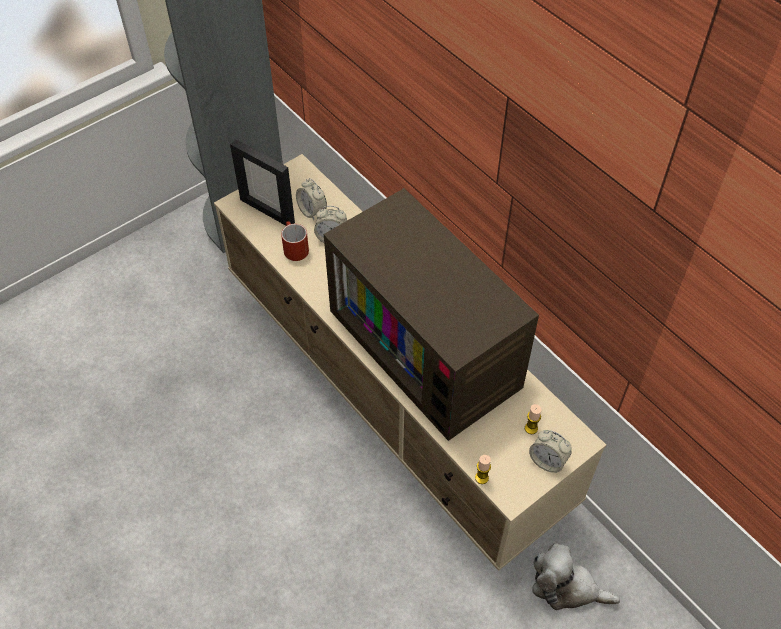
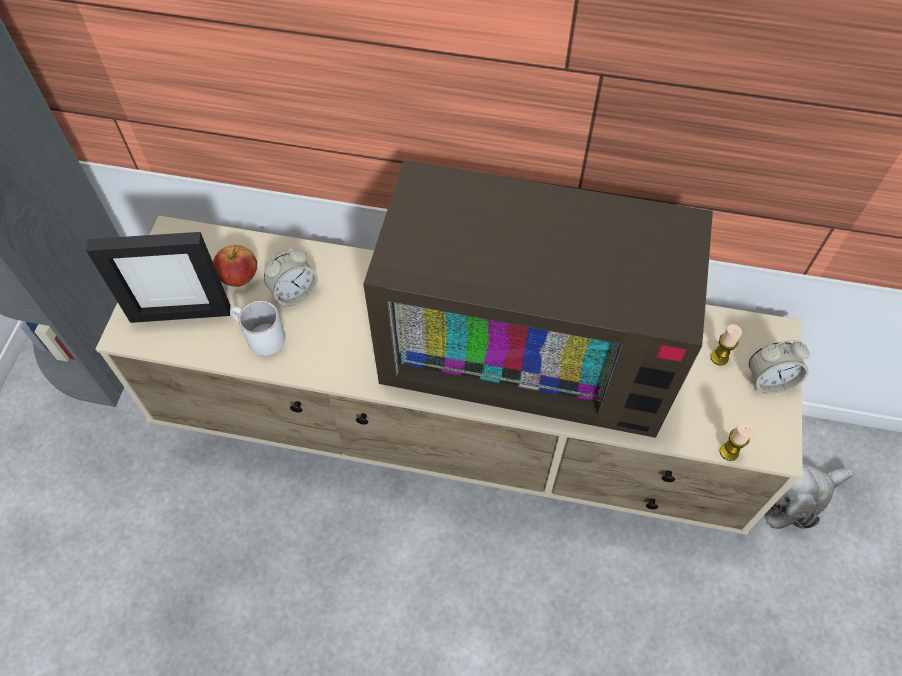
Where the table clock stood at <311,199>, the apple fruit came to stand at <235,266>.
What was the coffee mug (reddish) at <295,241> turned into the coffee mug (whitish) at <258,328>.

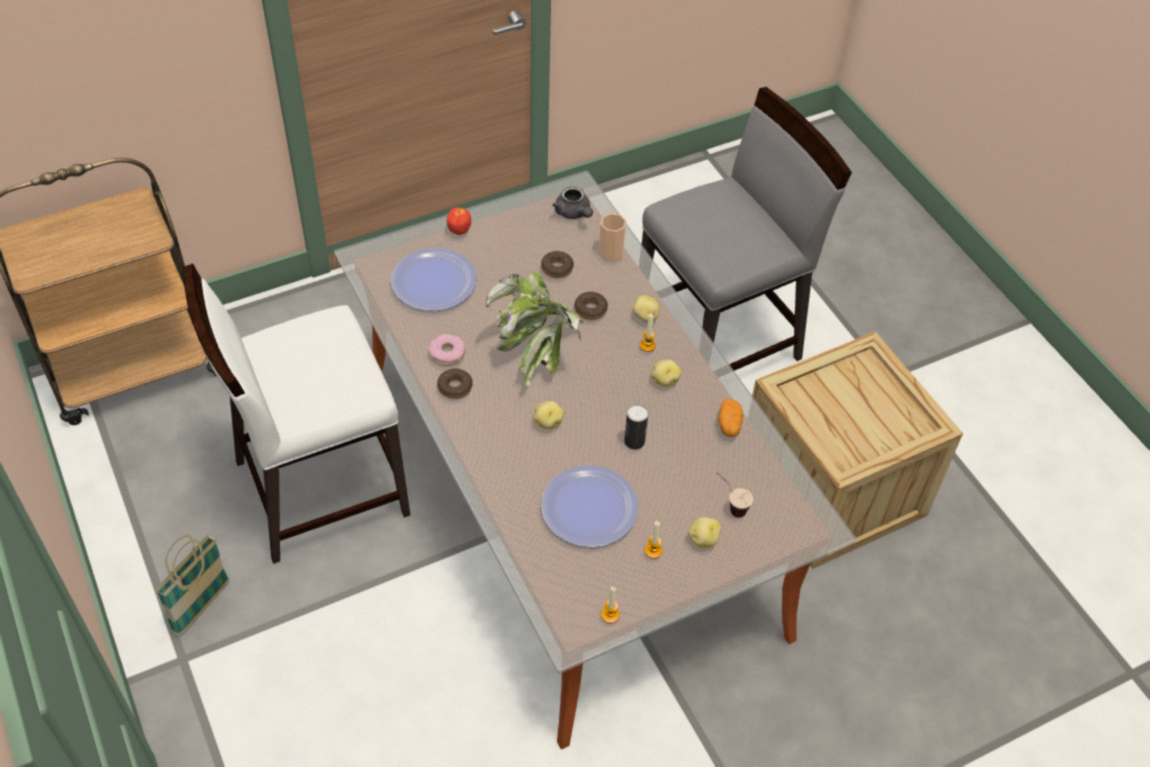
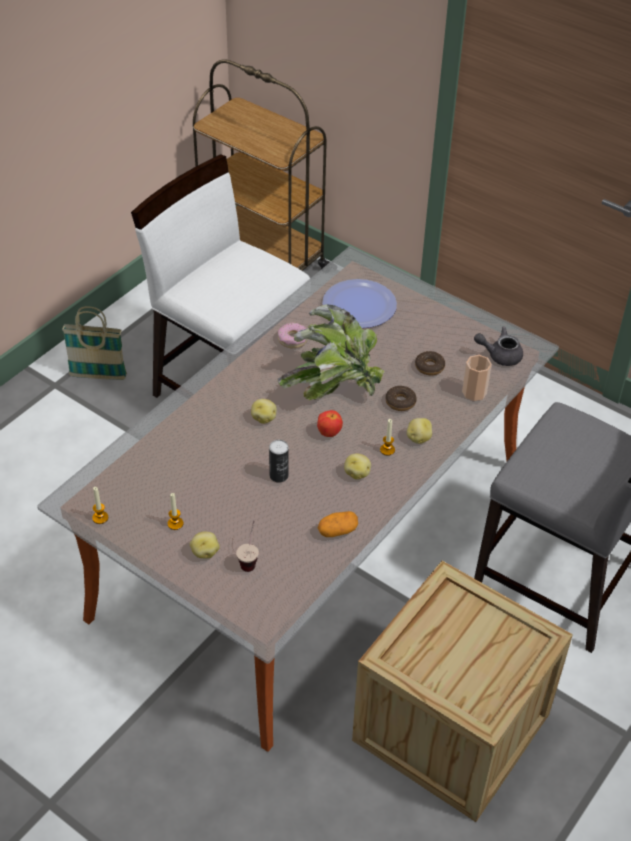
The apple fruit ended up elsewhere, having gone from <459,221> to <330,423>.
The tea pot (greyish) at <572,202> ended up facing another way, 60 degrees clockwise from before.
The second view lost the donut at <455,384>.
The second view lost the plate at <590,506>.

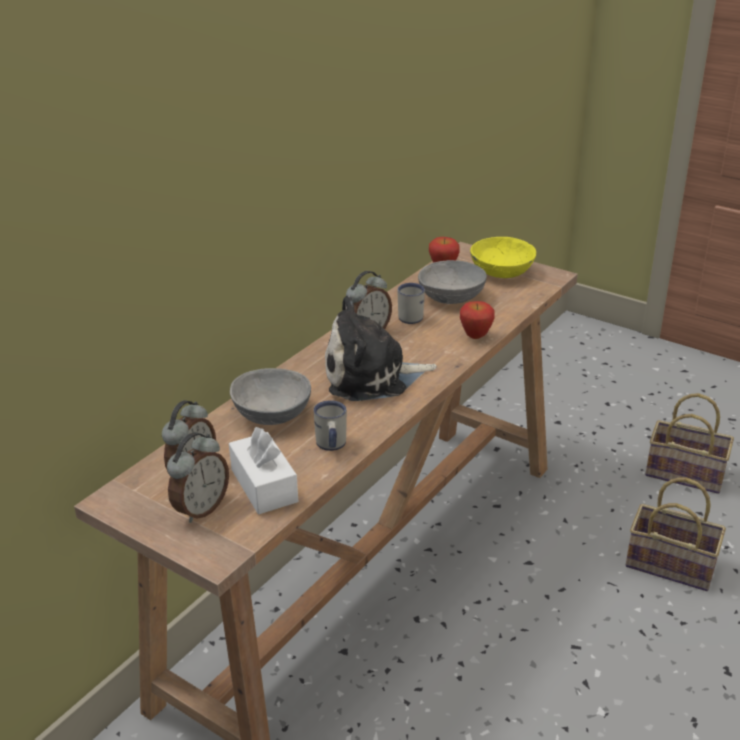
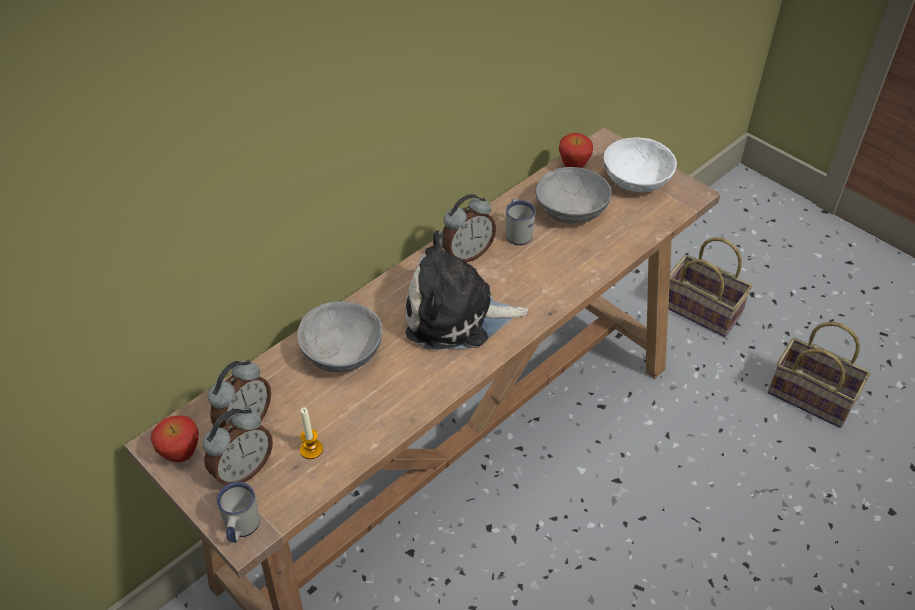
The apple fruit ended up elsewhere, having gone from <477,320> to <175,439>.
The coffee mug (whitish) ended up elsewhere, having gone from <330,425> to <238,512>.
Where the tissue box (whitish) stood at <263,470>, the wax candle came to stand at <311,433>.
What was the serving bowl (yellowish) at <503,257> turned into the serving bowl (whitish) at <640,165>.
The basket ended up elsewhere, having gone from <676,534> to <710,287>.

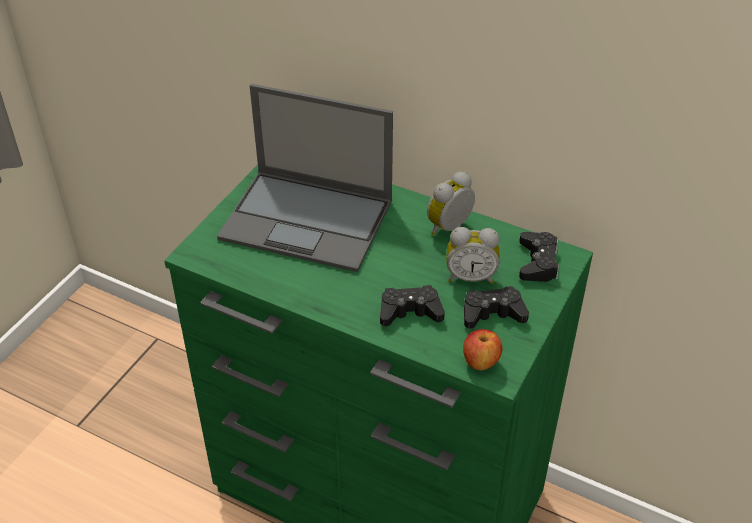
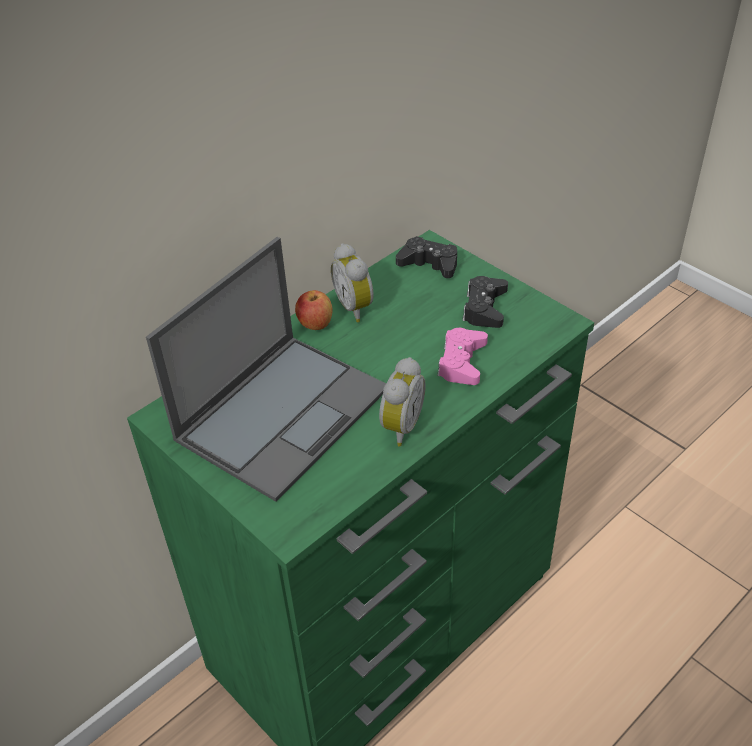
The apple fruit ended up elsewhere, having gone from <482,349> to <314,310>.
The table clock ended up elsewhere, having gone from <473,255> to <402,401>.
What was the gamepad (black) at <412,305> turned into the gamepad (pink-coloured) at <462,356>.

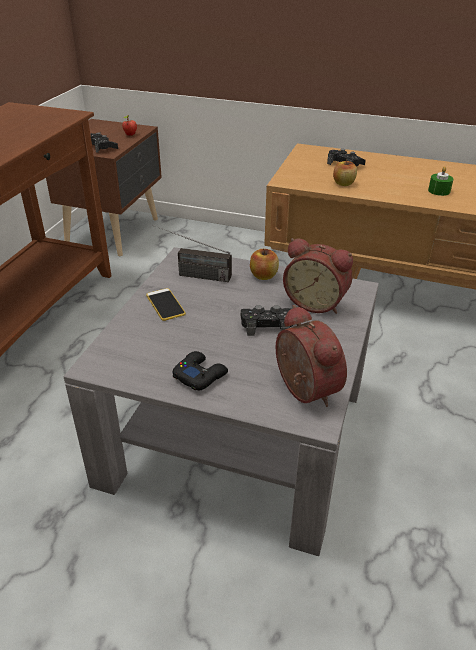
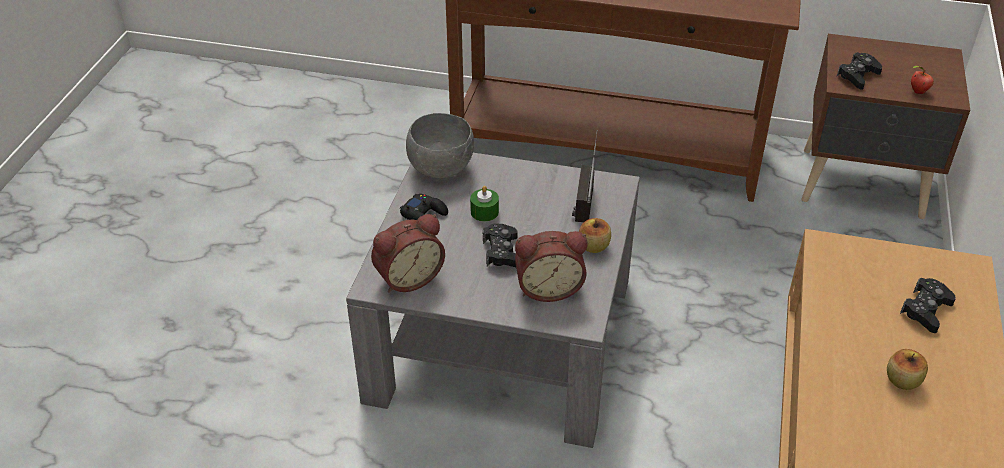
The second view gained the serving bowl (greyish) at <440,145>.
The wax candle (green) ended up elsewhere, having gone from <440,181> to <484,204>.
The table clock at <318,276> ended up facing another way, 120 degrees counterclockwise from before.
The apple fruit ended up elsewhere, having gone from <345,172> to <907,369>.
The second view lost the telephone at <166,304>.

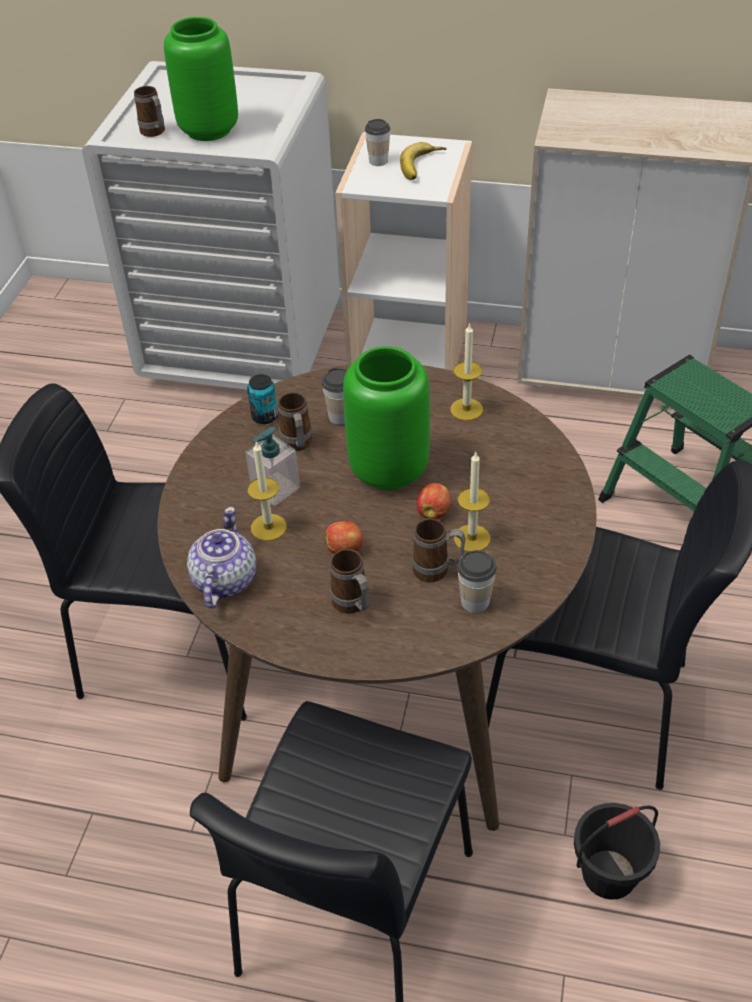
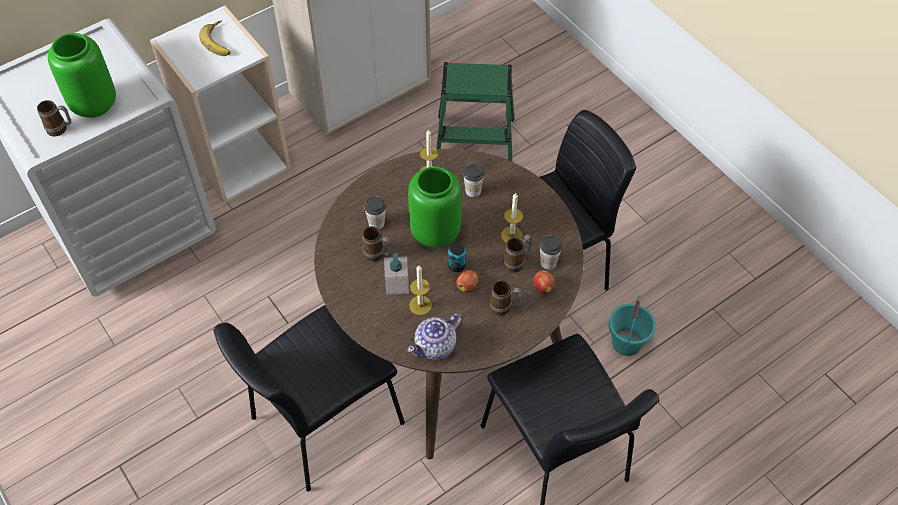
The tea pot at <222,558> ended up facing another way, 90 degrees counterclockwise from before.
The sealed can ended up elsewhere, having gone from <262,399> to <457,257>.
The small cup ended up elsewhere, having gone from <377,142> to <473,180>.
The apple fruit ended up elsewhere, having gone from <433,501> to <544,282>.
What was the water bucket (black) at <617,851> turned into the water bucket (blue-green) at <632,326>.

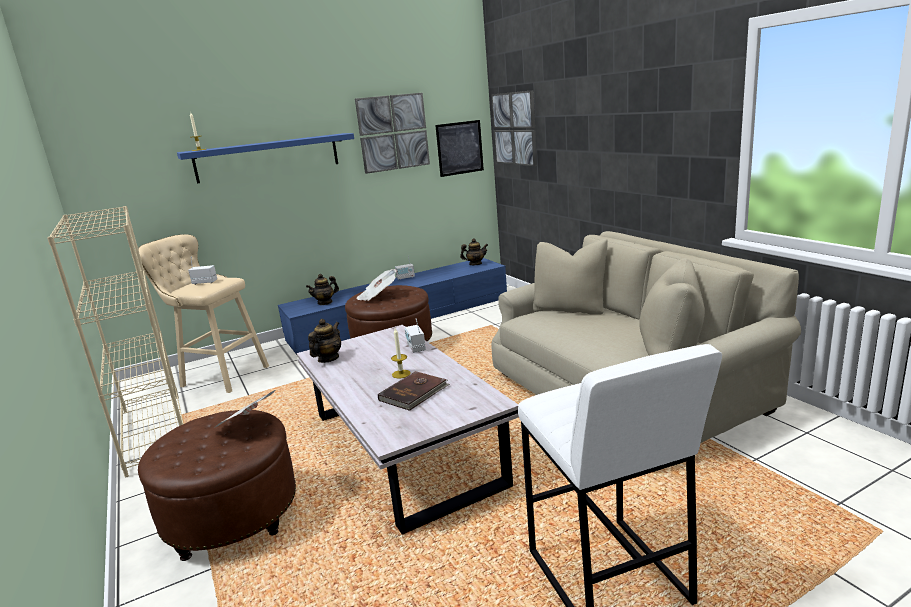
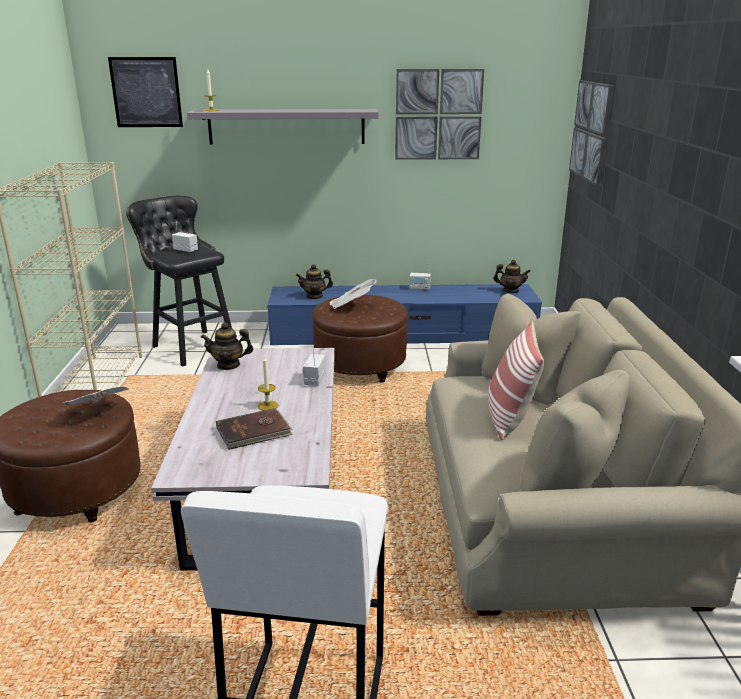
The wall art ended up elsewhere, having gone from <459,148> to <145,92>.
What was the sitting stool (beige-coloured) at <203,313> turned into the sitting stool (black) at <179,281>.
What was the wall shelf (blue-coloured) at <265,158> turned into the wall shelf (greyish) at <282,127>.
The tea pot at <324,341> ended up facing another way, 150 degrees counterclockwise from before.
The second view gained the throw pillow at <516,380>.

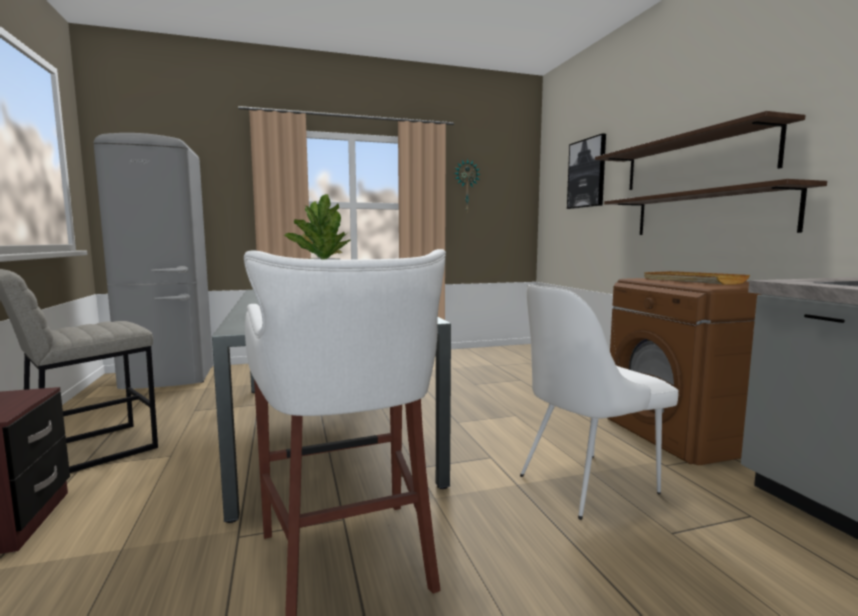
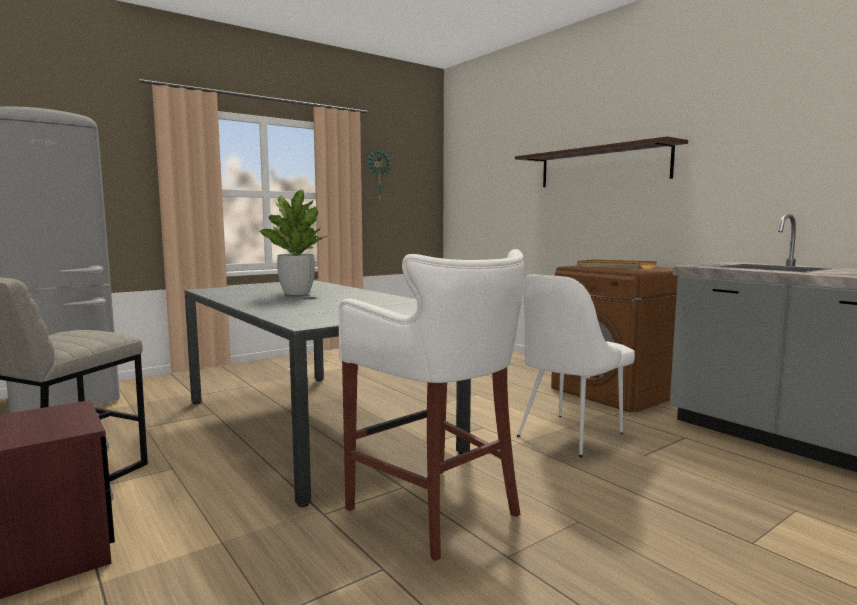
The second view lost the wall art at <586,171>.
The second view lost the wall shelf at <715,207>.

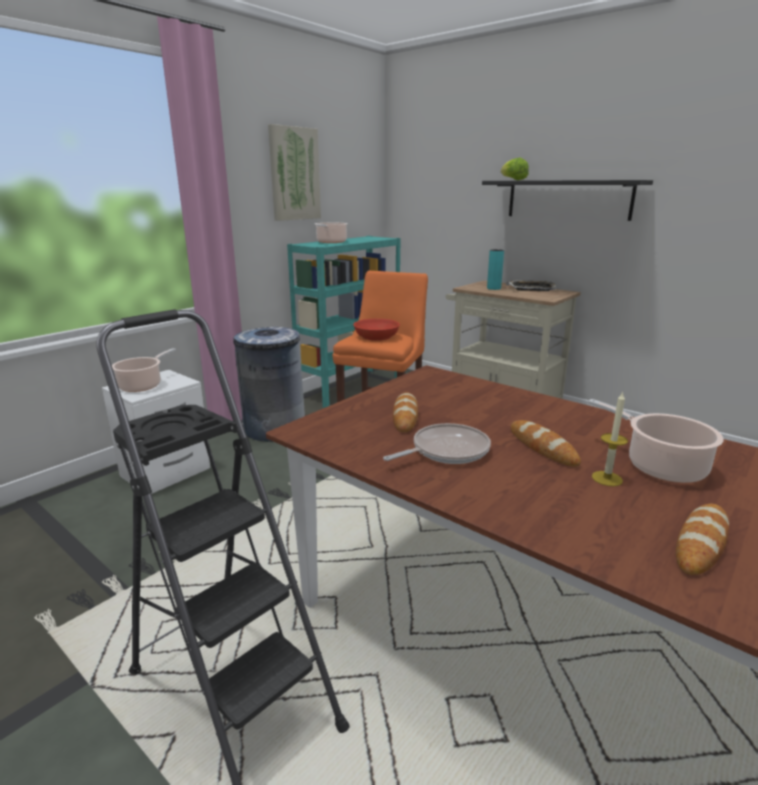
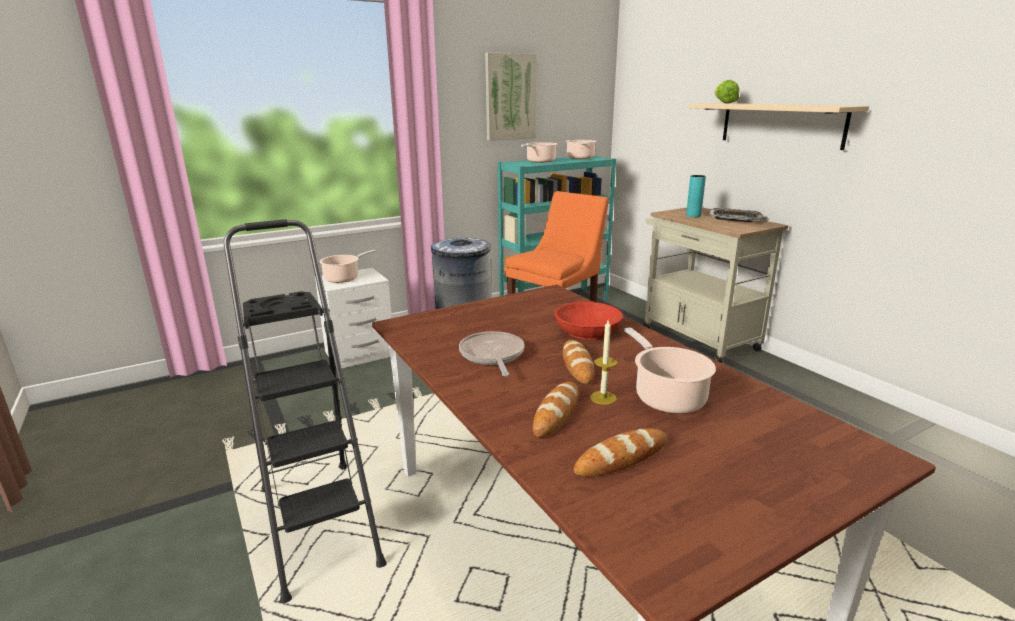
The skillet at <437,443> ended up facing another way, 90 degrees counterclockwise from before.
The bread ended up elsewhere, having gone from <405,412> to <556,409>.
The serving bowl (reddish) ended up elsewhere, having gone from <376,330> to <588,321>.
The second view gained the saucepot at <581,149>.
What was the wall shelf (black) at <567,200> turned into the wall shelf (beige-coloured) at <779,126>.

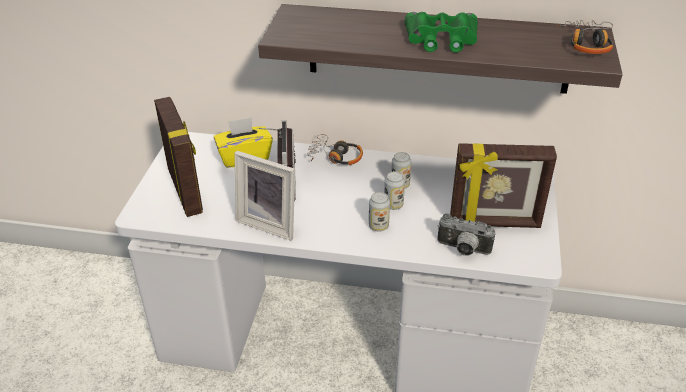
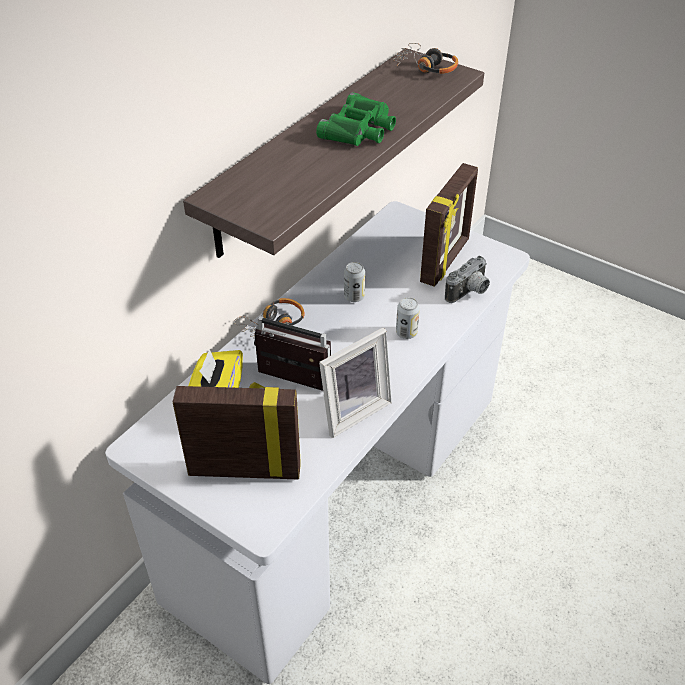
The second view lost the sealed can at <394,190>.

